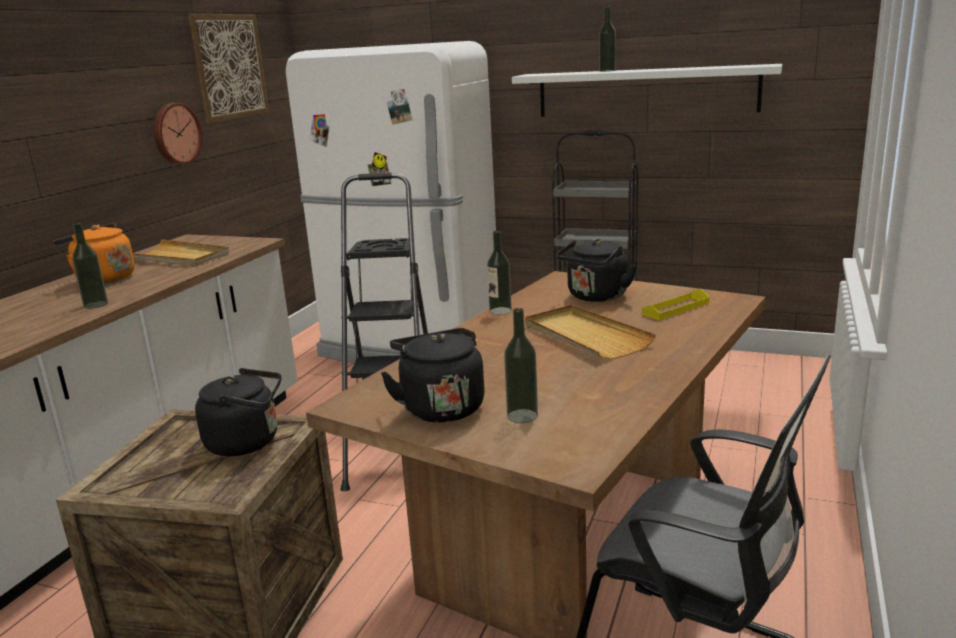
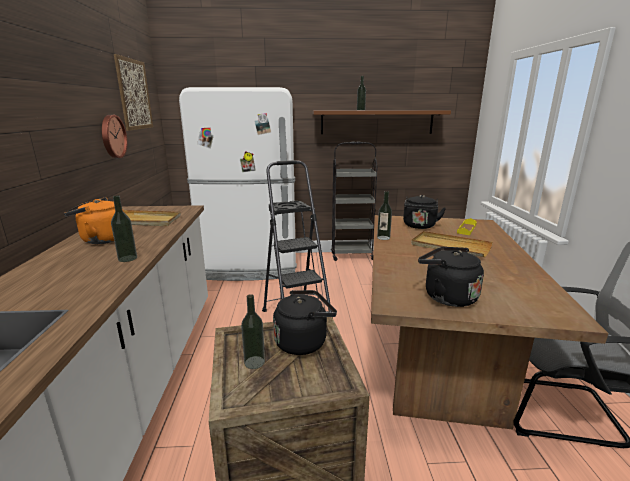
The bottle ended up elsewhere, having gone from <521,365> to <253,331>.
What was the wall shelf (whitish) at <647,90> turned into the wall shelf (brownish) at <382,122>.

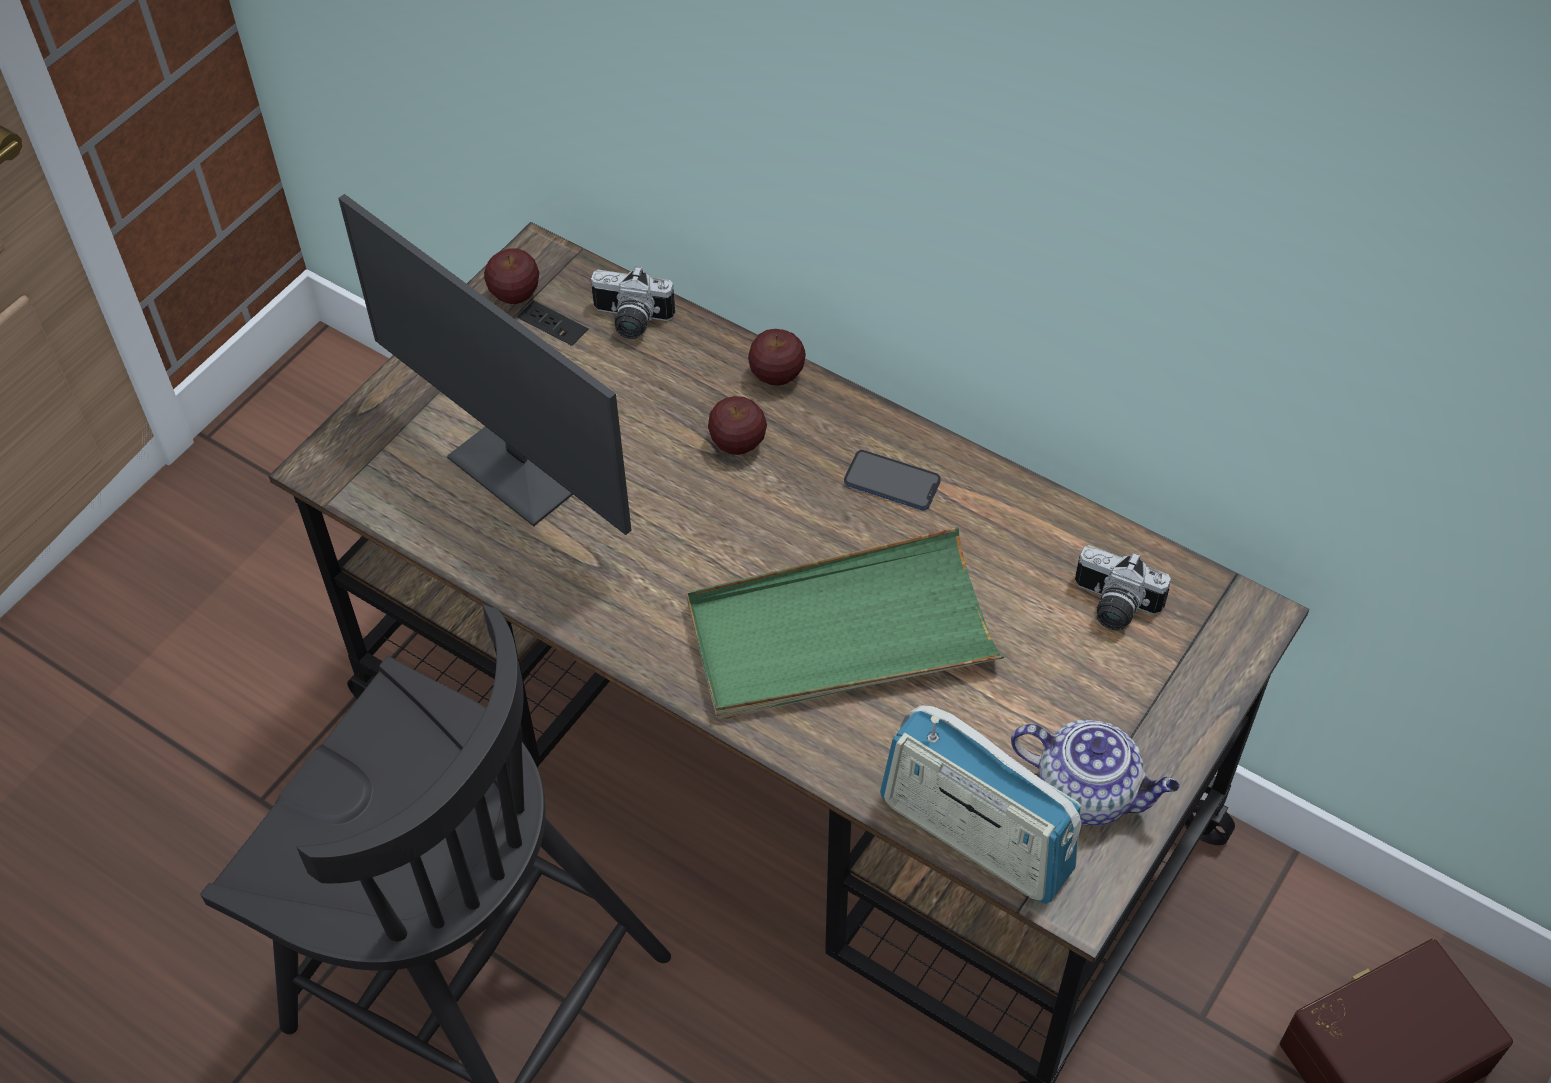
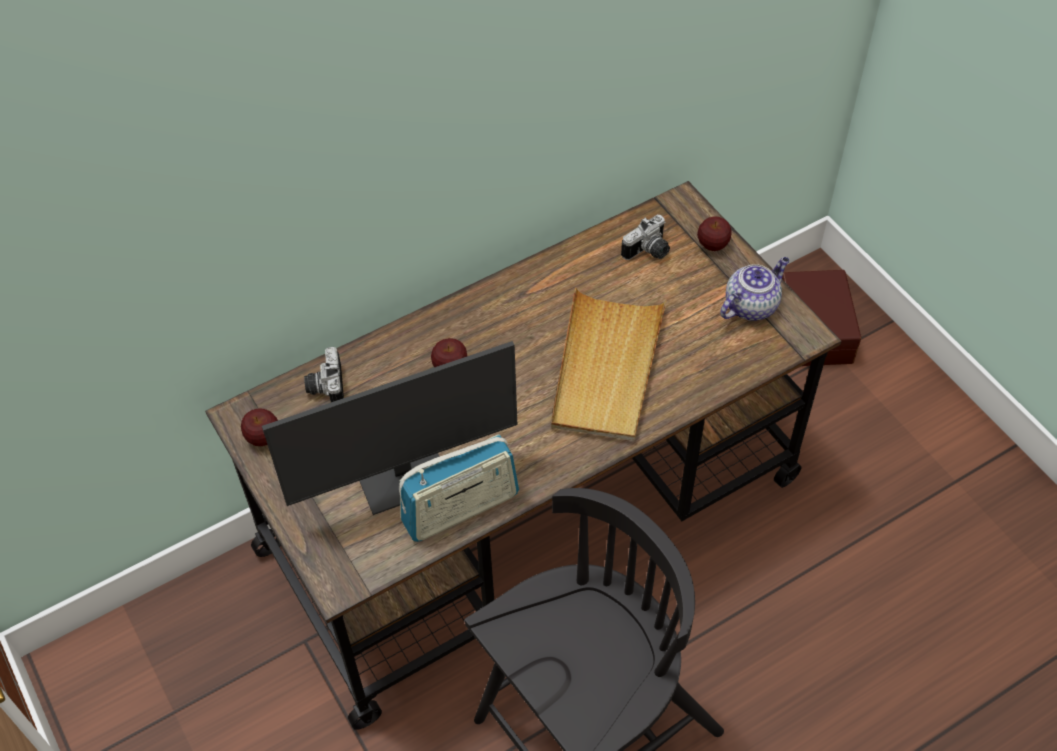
The photo camera at <633,302> ended up facing another way, 135 degrees clockwise from before.
The radio receiver ended up elsewhere, having gone from <981,804> to <459,488>.
What was the carrying tray (green) at <846,623> turned into the carrying tray (beige-coloured) at <608,364>.
The apple fruit ended up elsewhere, having gone from <777,357> to <714,233>.
The second view lost the telephone at <892,480>.

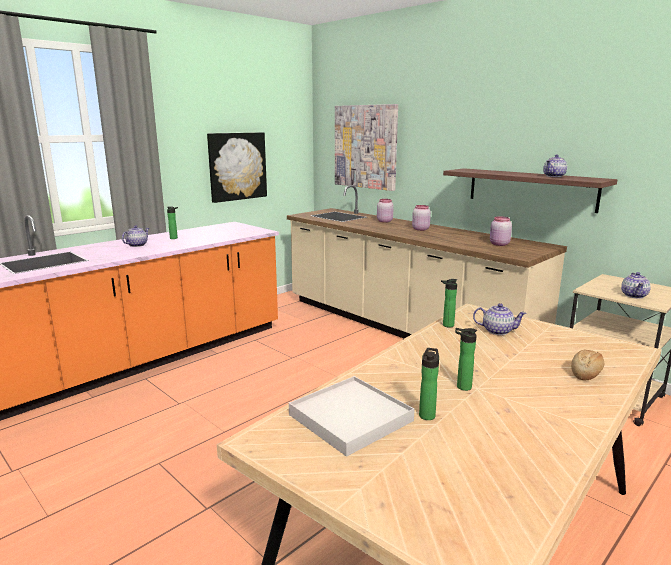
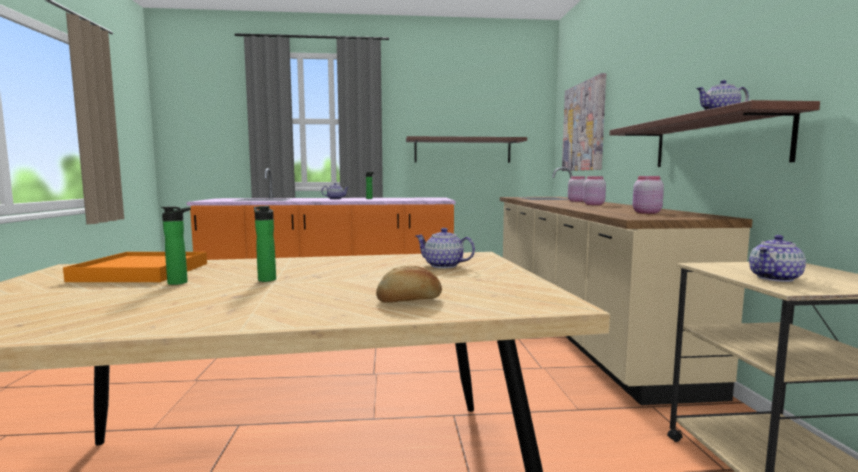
What was the carrying tray (whitish) at <352,416> turned into the carrying tray (orange-coloured) at <135,267>.
Where the wall art hung at <237,167>, the wall shelf came to hang at <466,149>.
The tea pot at <500,319> ended up facing another way, 150 degrees clockwise from before.
The second view lost the bottle at <449,303>.

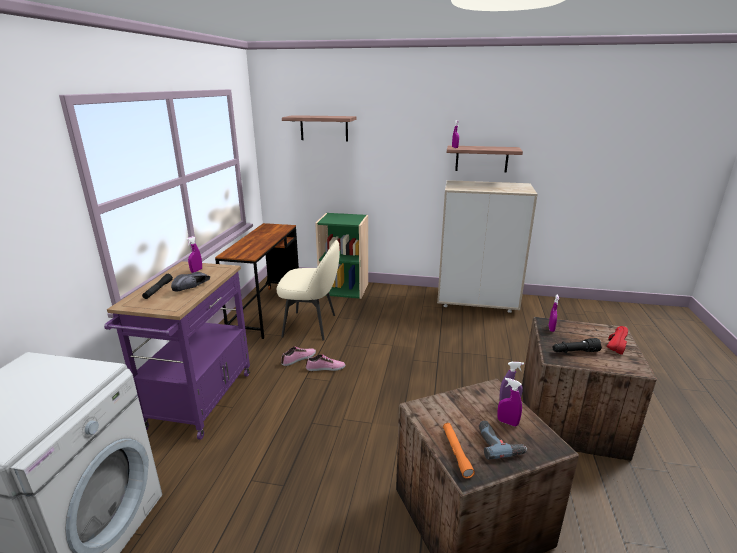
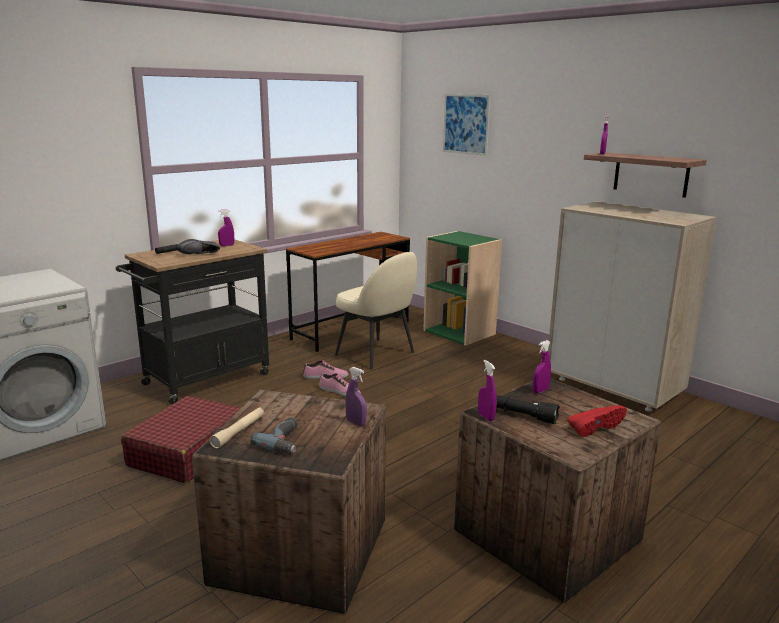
What was the trolley (purplish) at <177,350> turned into the trolley (black) at <192,322>.
The second view gained the travel case (reddish) at <181,439>.
What was the flashlight (orange-coloured) at <459,451> turned into the flashlight (beige-coloured) at <237,428>.
Where the wall shelf hung at <319,128>, the wall art came to hang at <466,125>.
The hand sprayer (purplish) ended up elsewhere, having gone from <509,402> to <487,390>.

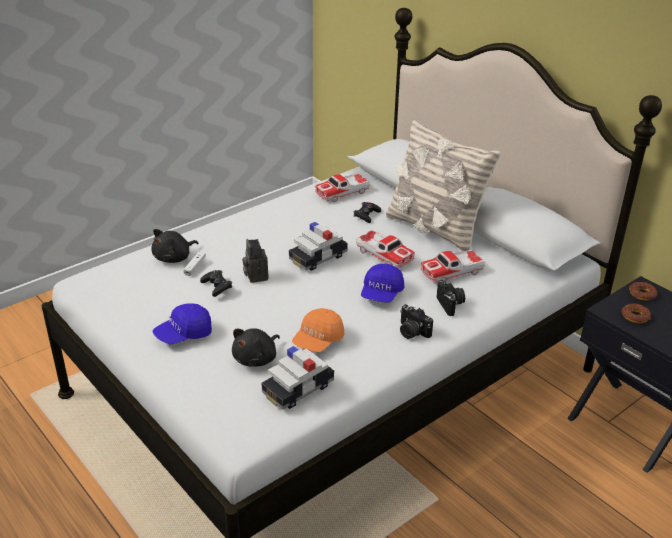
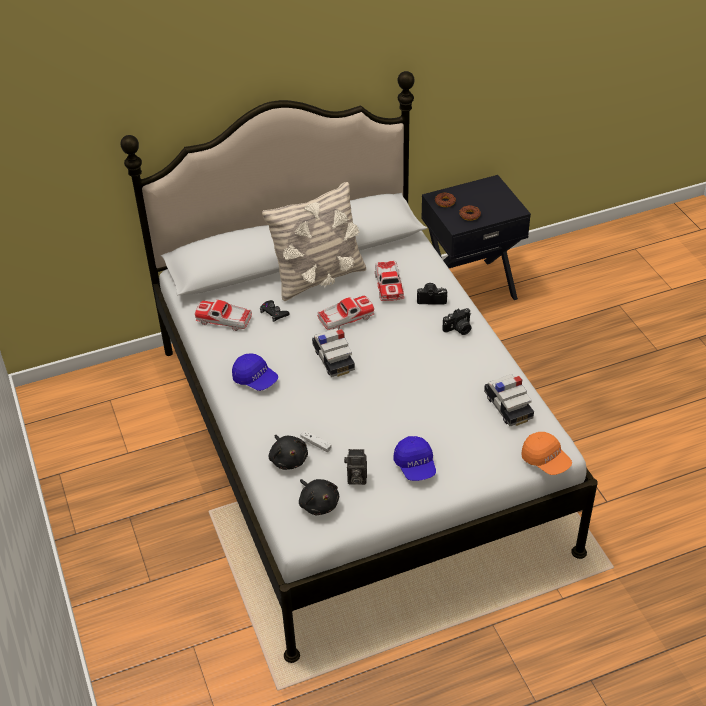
The toy car at <342,188> ended up facing another way, 120 degrees clockwise from before.
The peaked cap (blue-coloured) ended up elsewhere, having gone from <382,283> to <255,372>.
The soft toy (black) ended up elsewhere, having gone from <256,347> to <319,497>.
The photo camera ended up elsewhere, having gone from <255,261> to <355,467>.
The peaked cap (orange-coloured) ended up elsewhere, having gone from <318,330> to <546,453>.
The second view lost the gamepad (black) at <216,283>.

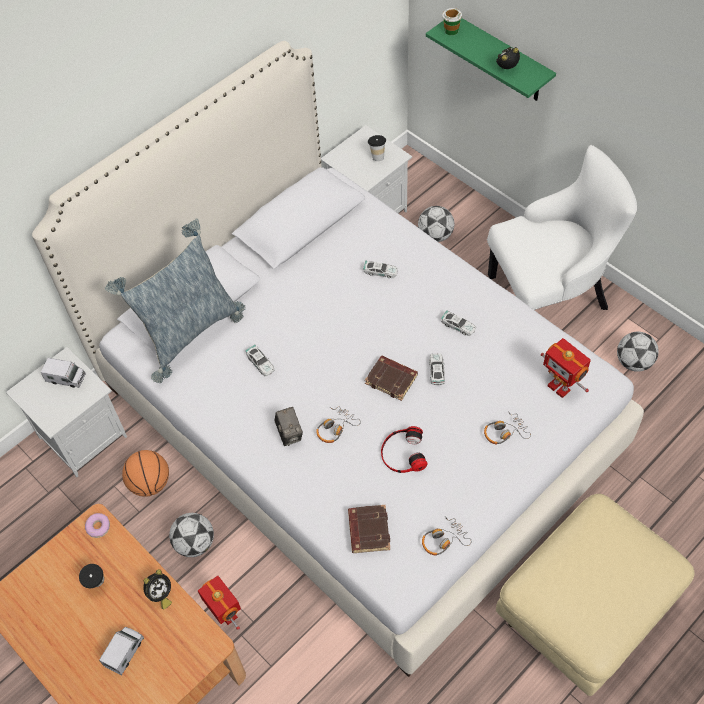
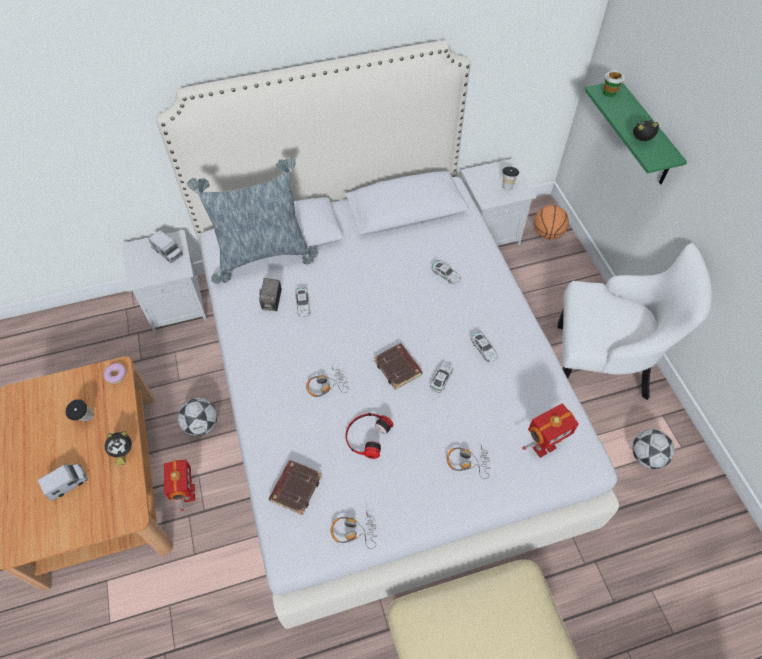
The photo camera ended up elsewhere, having gone from <288,426> to <270,294>.
The toy robot at <566,368> ended up facing another way, 105 degrees counterclockwise from before.
The basketball ended up elsewhere, having gone from <145,473> to <551,222>.
The second view lost the ball for football at <436,224>.

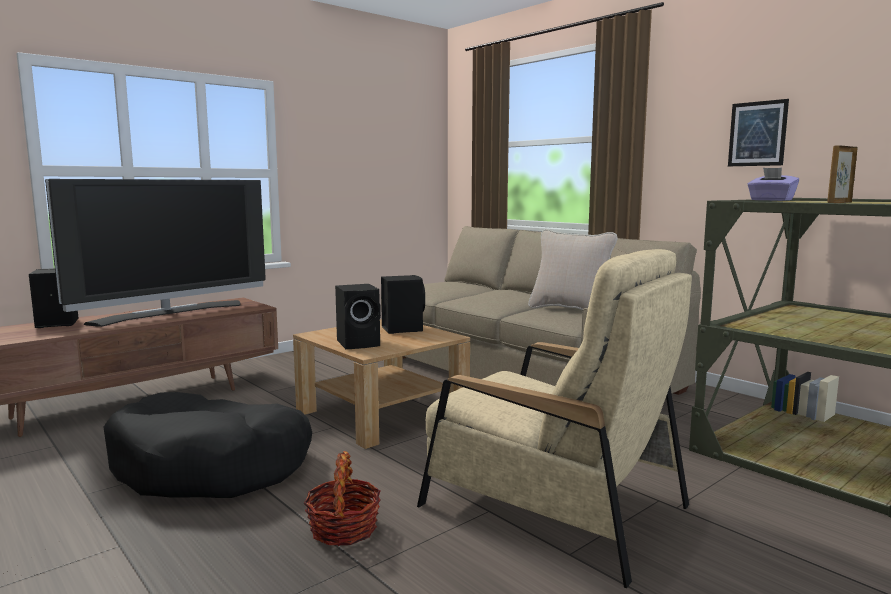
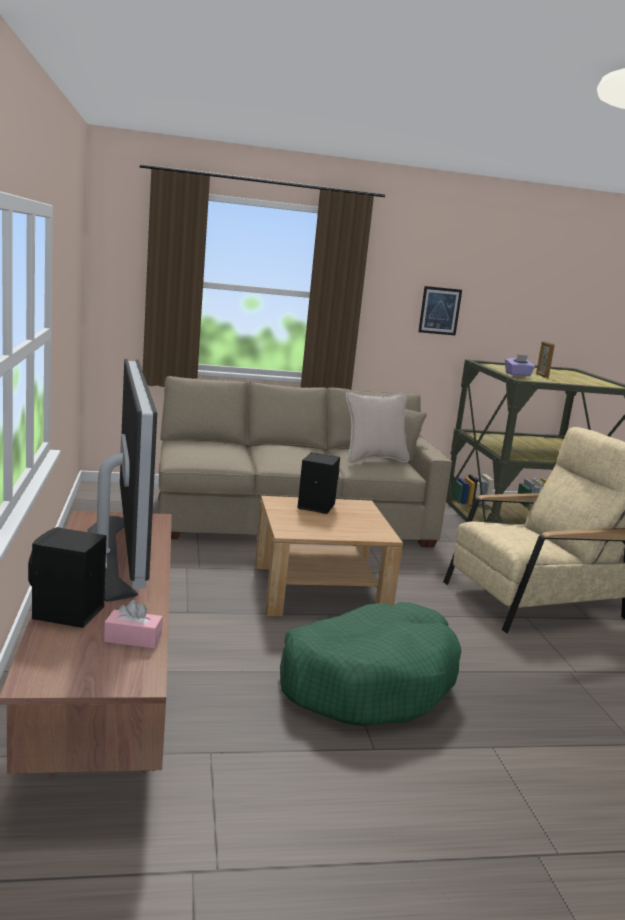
The second view gained the tissue box (pink-coloured) at <133,624>.
What was the dog bed (black) at <207,445> turned into the dog bed (green) at <370,664>.
The second view lost the basket at <342,498>.
The second view lost the audio speaker (black) at <358,316>.

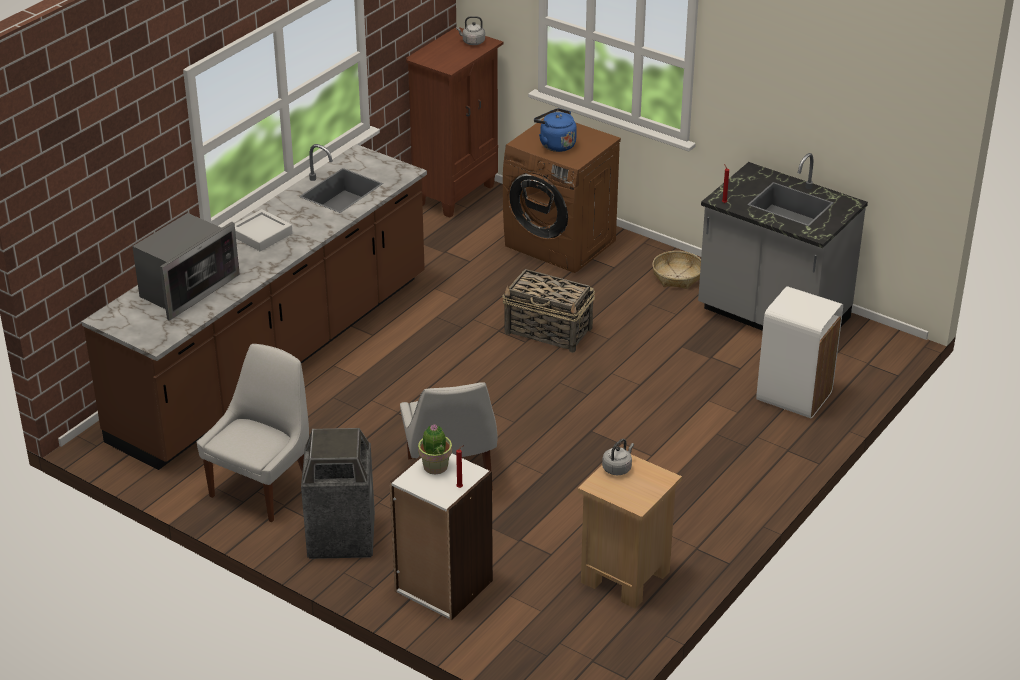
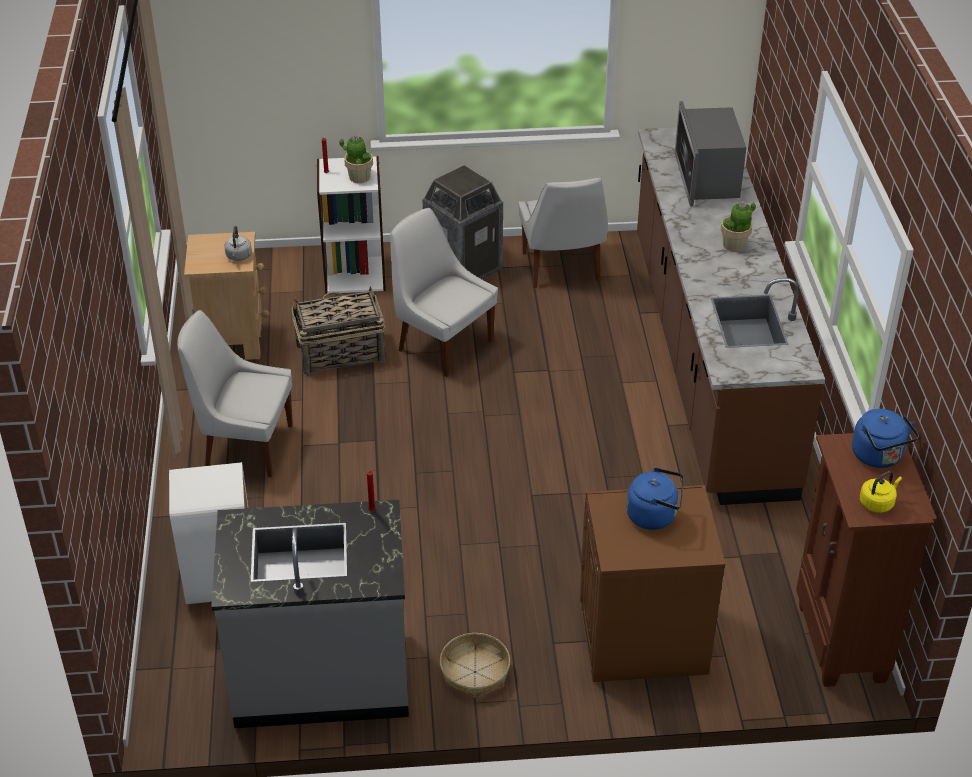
The second view gained the chair (whitish) at <235,393>.
The basket ended up elsewhere, having gone from <548,311> to <338,330>.
Where the carrying tray (greyish) stood at <264,230>, the plant in a pot came to stand at <738,226>.
The second view gained the water kettle (blue-coloured) at <885,438>.
What was the water kettle (greyish) at <470,30> turned into the water kettle (yellowish) at <881,492>.

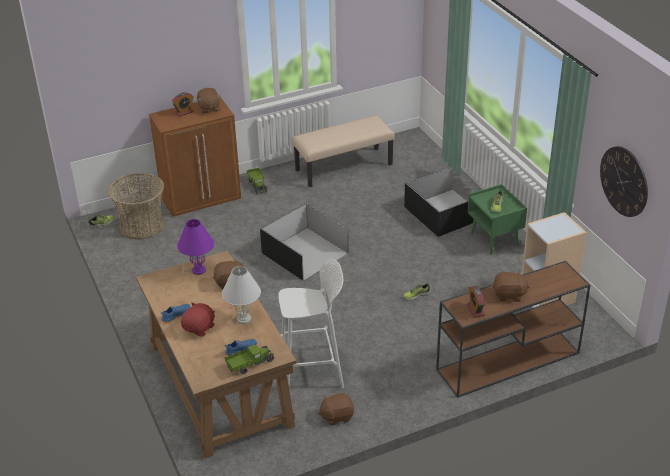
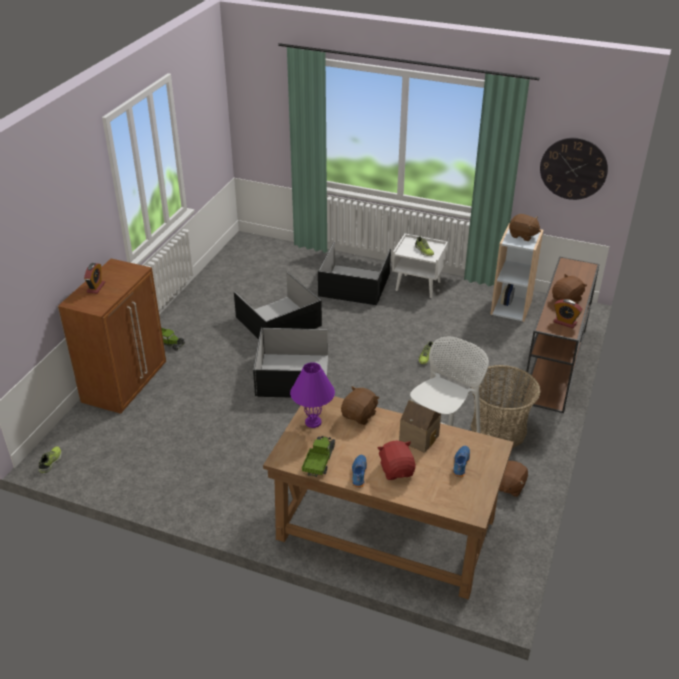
The second view gained the storage box (black) at <278,307>.
The model truck ended up elsewhere, having gone from <250,360> to <318,456>.
What was the bedside table (green) at <497,219> turned into the bedside table (whitish) at <420,265>.
Where the tabletop lamp (whitish) stood at <241,295>, the model house came to stand at <420,426>.
The basket ended up elsewhere, having gone from <136,206> to <506,406>.
The soft toy (brownish) ended up elsewhere, having gone from <208,100> to <525,227>.
The second view lost the indoor bench (beige-coloured) at <343,151>.

